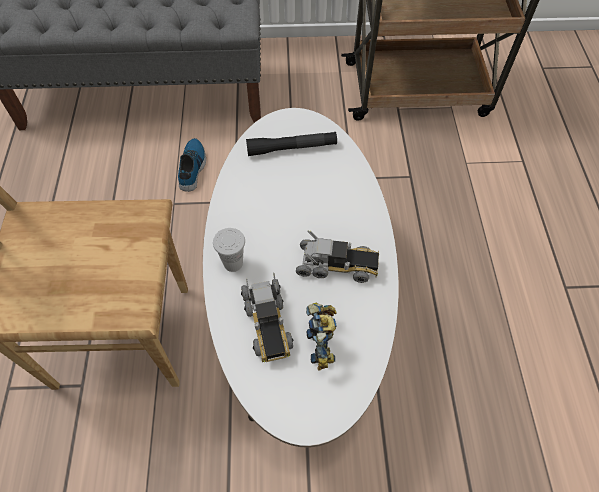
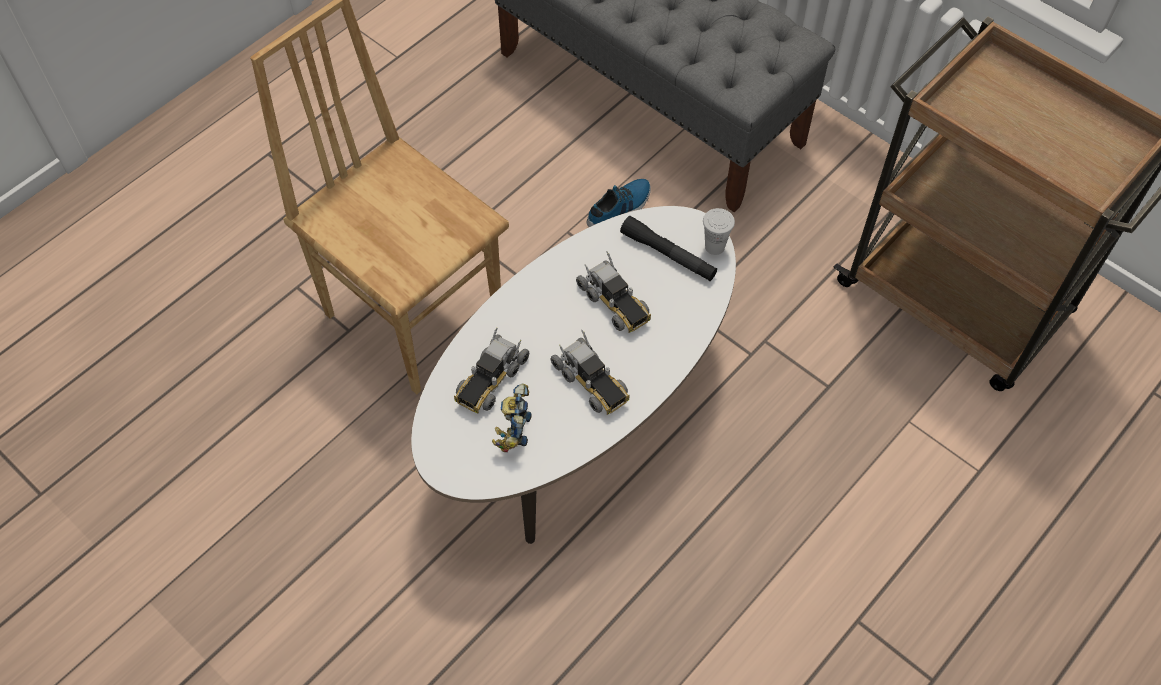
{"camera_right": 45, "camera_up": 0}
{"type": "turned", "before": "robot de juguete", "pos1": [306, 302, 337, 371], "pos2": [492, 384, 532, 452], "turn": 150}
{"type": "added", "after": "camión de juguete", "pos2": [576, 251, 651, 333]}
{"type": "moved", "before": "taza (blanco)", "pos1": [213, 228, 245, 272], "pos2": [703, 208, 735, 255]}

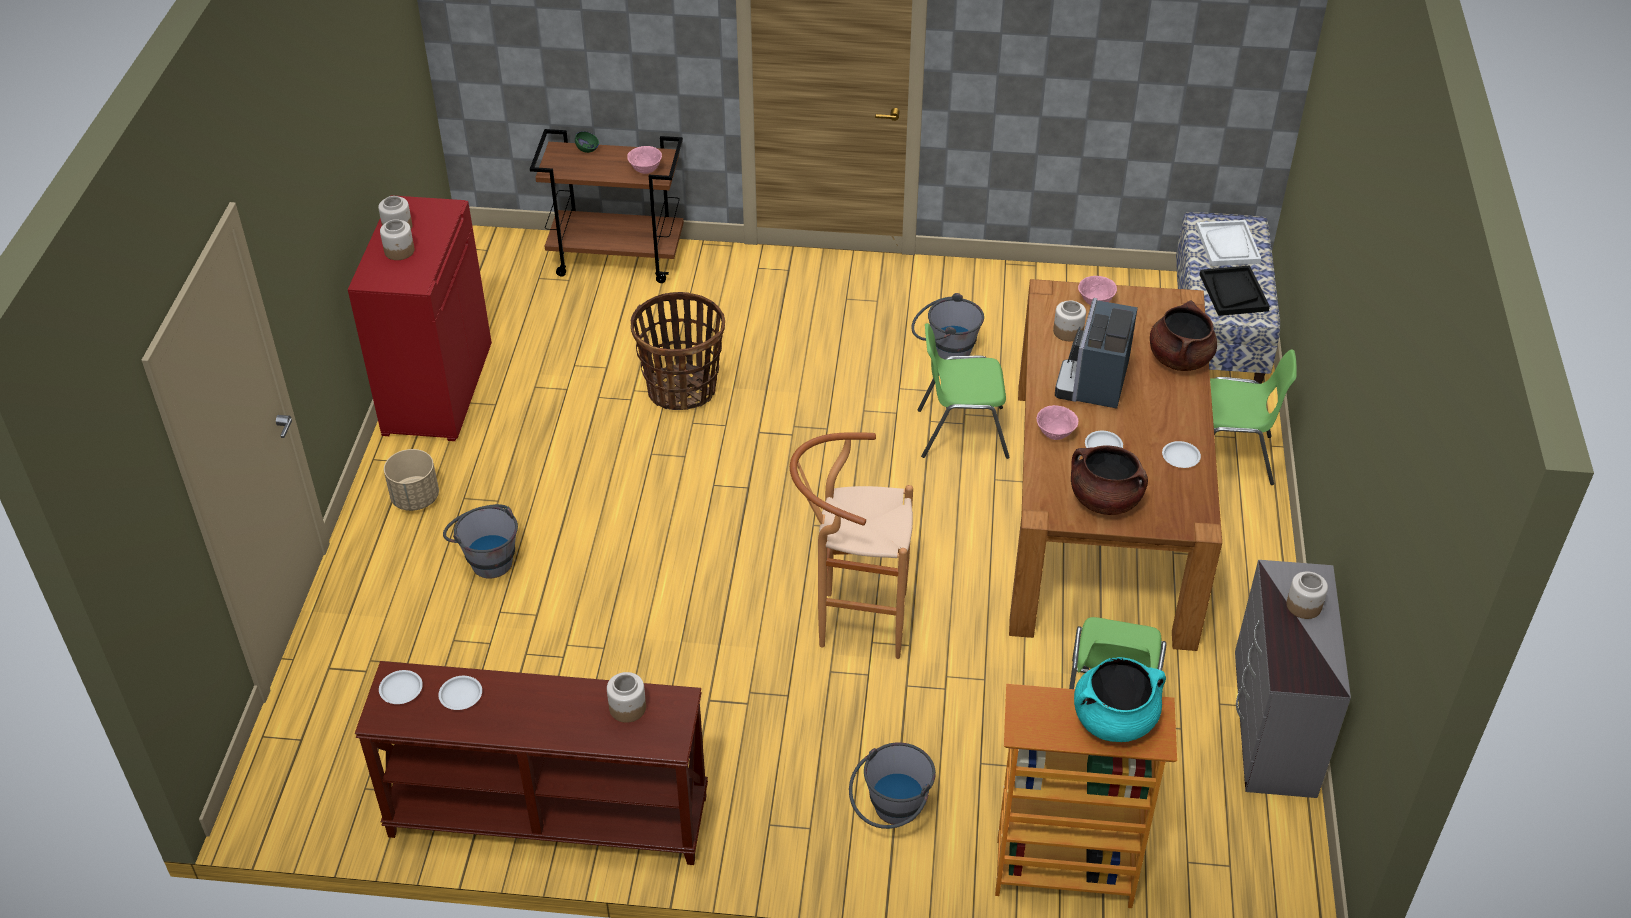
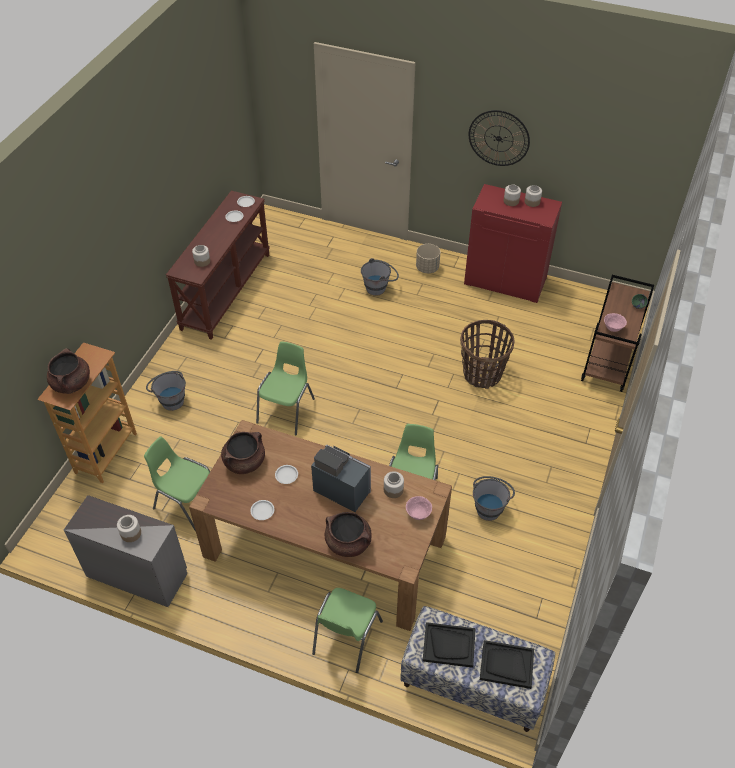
{"camera_right": 105, "camera_up": 5}
{"type": "recoloured", "before": "olla (turquesa)", "after": "olla (marrón)", "pos1": [1074, 657, 1166, 742], "pos2": [47, 348, 90, 394]}
{"type": "replaced", "before": "taburete (marrón)", "after": "silla (verde)", "pos1": [790, 432, 913, 659], "pos2": [256, 341, 315, 436]}
{"type": "added", "after": "reloj de pared", "pos2": [469, 110, 530, 166]}
{"type": "recoloured", "before": "bandeja (blanco)", "after": "bandeja (negro)", "pos1": [1196, 220, 1261, 266], "pos2": [480, 640, 534, 689]}
{"type": "removed", "before": "cuenco (rosa)", "pos1": [1037, 405, 1078, 440]}

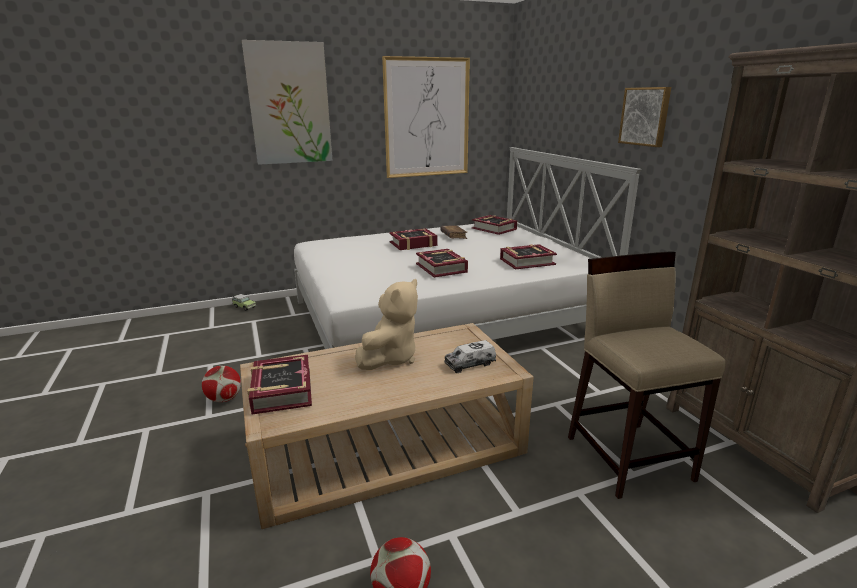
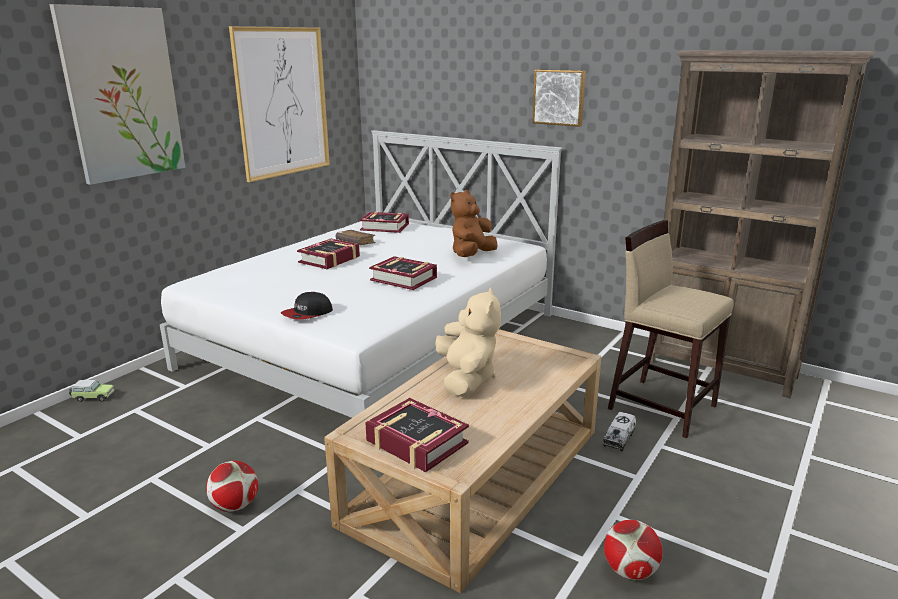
{"camera_right": -35, "camera_up": 0}
{"type": "added", "after": "gorra", "pos2": [281, 292, 333, 320]}
{"type": "replaced", "before": "libro", "after": "peluche (marrón)", "pos1": [500, 244, 557, 269], "pos2": [450, 190, 497, 257]}
{"type": "moved", "before": "camión de juguete", "pos1": [444, 340, 496, 373], "pos2": [603, 412, 636, 451]}

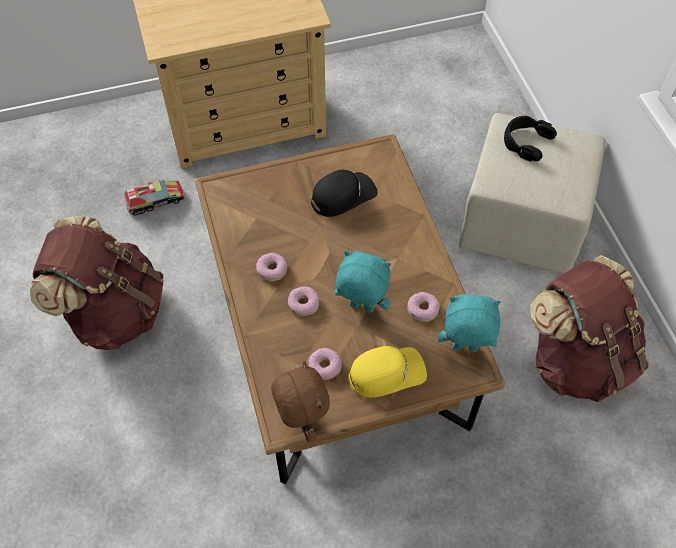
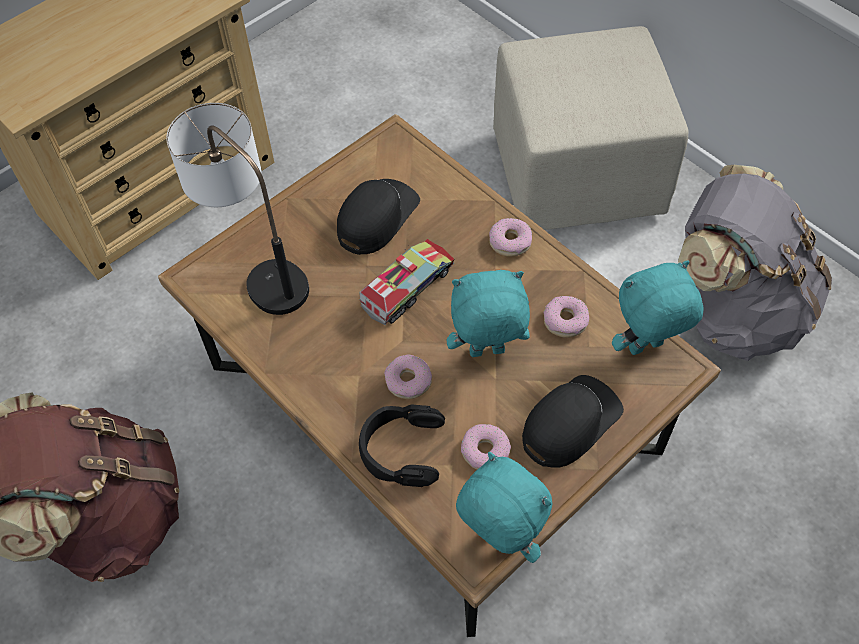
{"camera_right": -25, "camera_up": 0}
{"type": "added", "after": "lámpara de mesa", "pos2": [166, 103, 309, 315]}
{"type": "moved", "before": "camión de juguete", "pos1": [124, 180, 185, 215], "pos2": [359, 239, 454, 325]}
{"type": "moved", "before": "auriculares (negro)", "pos1": [504, 116, 557, 162], "pos2": [359, 404, 445, 487]}
{"type": "recoloured", "before": "peluche (marrón)", "after": "peluche (turquesa)", "pos1": [271, 361, 330, 443], "pos2": [456, 452, 552, 563]}
{"type": "moved", "before": "rosquilla", "pos1": [256, 253, 288, 281], "pos2": [489, 218, 532, 257]}
{"type": "recoloured", "before": "gorra (amarillo)", "after": "gorra (negro)", "pos1": [348, 346, 427, 398], "pos2": [522, 375, 624, 468]}
{"type": "recoloured", "before": "mochila (marrón)", "after": "mochila (gris)", "pos1": [530, 255, 649, 402], "pos2": [678, 165, 832, 361]}

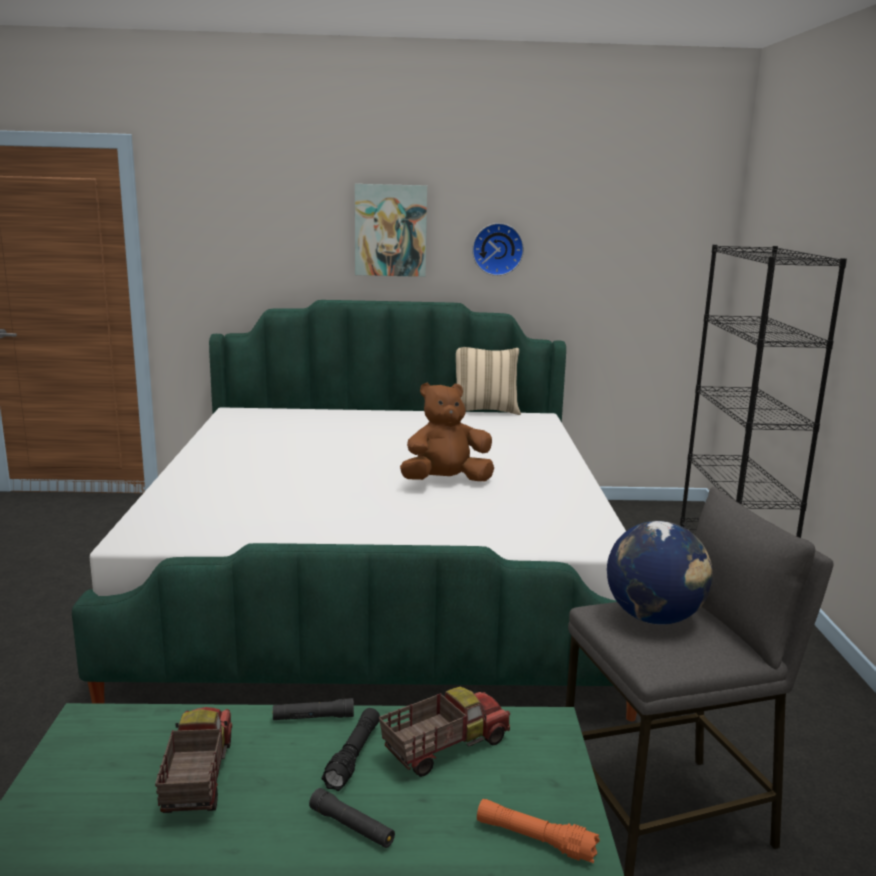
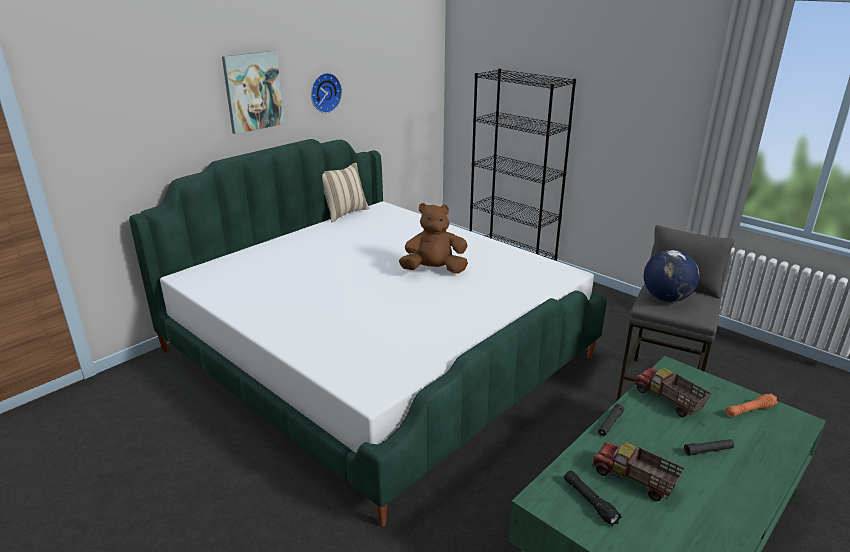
{"camera_right": -45, "camera_up": 10}
{"type": "turned", "before": "peluche (marrón)", "pos1": [400, 383, 494, 482], "pos2": [399, 203, 468, 274], "turn": 60}
{"type": "moved", "before": "linterna (negro)", "pos1": [321, 708, 380, 791], "pos2": [564, 470, 622, 527]}
{"type": "turned", "before": "camión de juguete", "pos1": [379, 687, 510, 777], "pos2": [634, 368, 711, 417], "turn": -45}

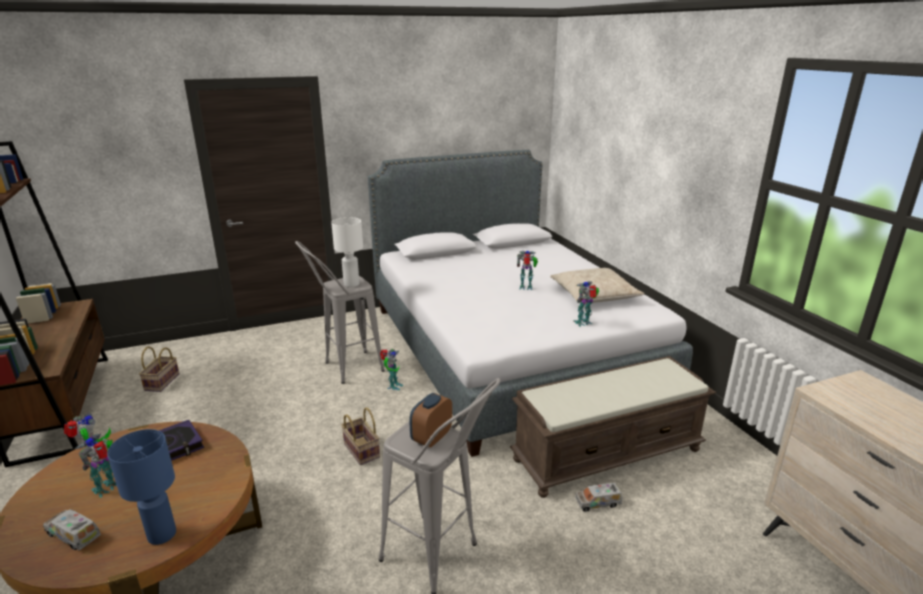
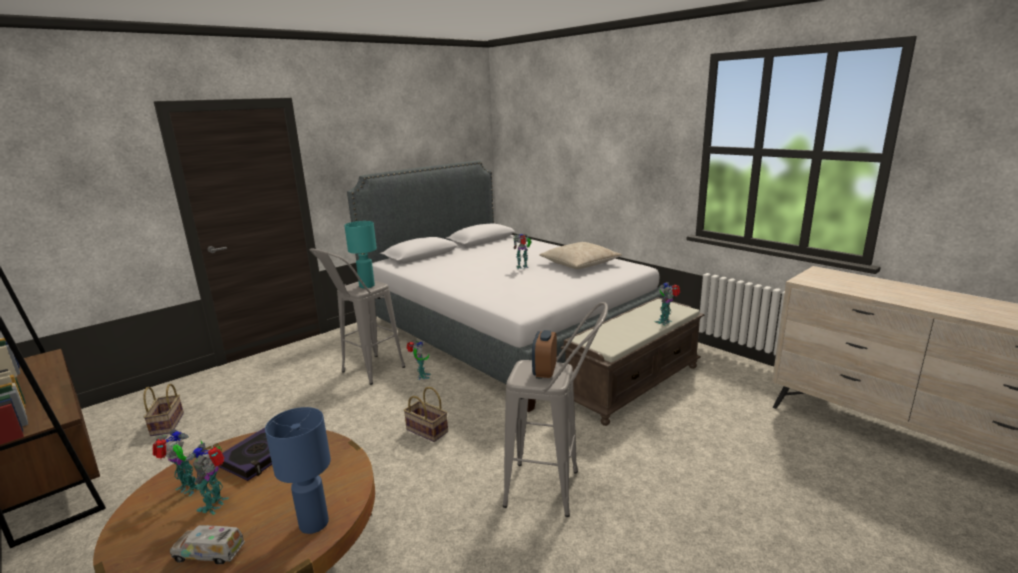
{"camera_right": -20, "camera_up": -5}
{"type": "recoloured", "before": "lámpara de mesa (blanco)", "after": "lámpara de mesa (turquesa)", "pos1": [331, 217, 363, 287], "pos2": [344, 221, 377, 288]}
{"type": "moved", "before": "robot de juguete", "pos1": [574, 281, 599, 327], "pos2": [654, 282, 680, 326]}
{"type": "removed", "before": "camión de juguete", "pos1": [575, 483, 622, 512]}

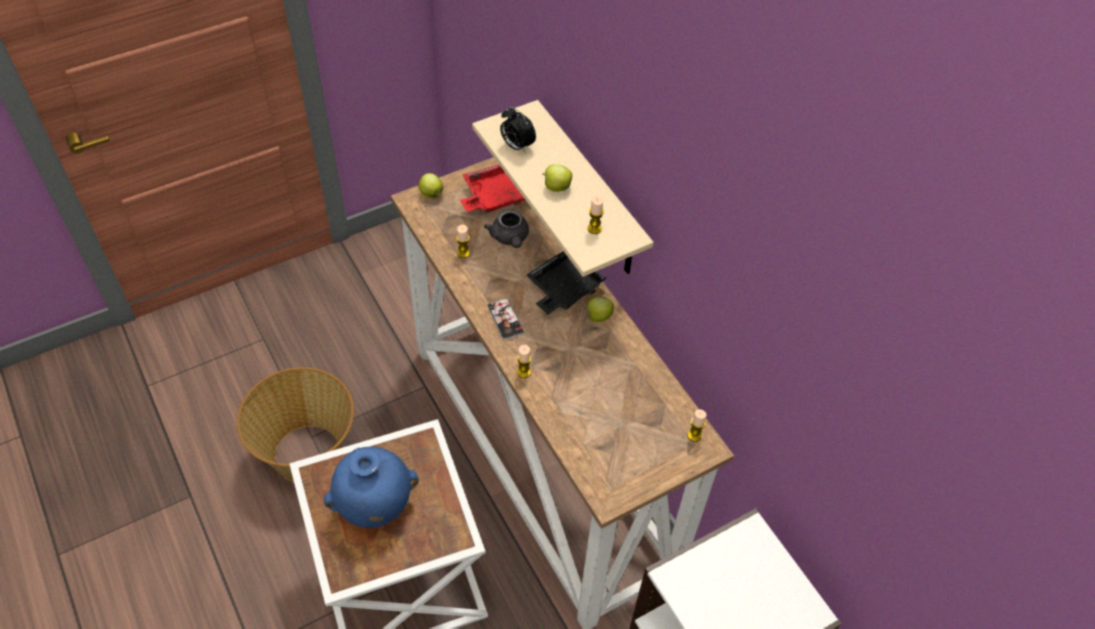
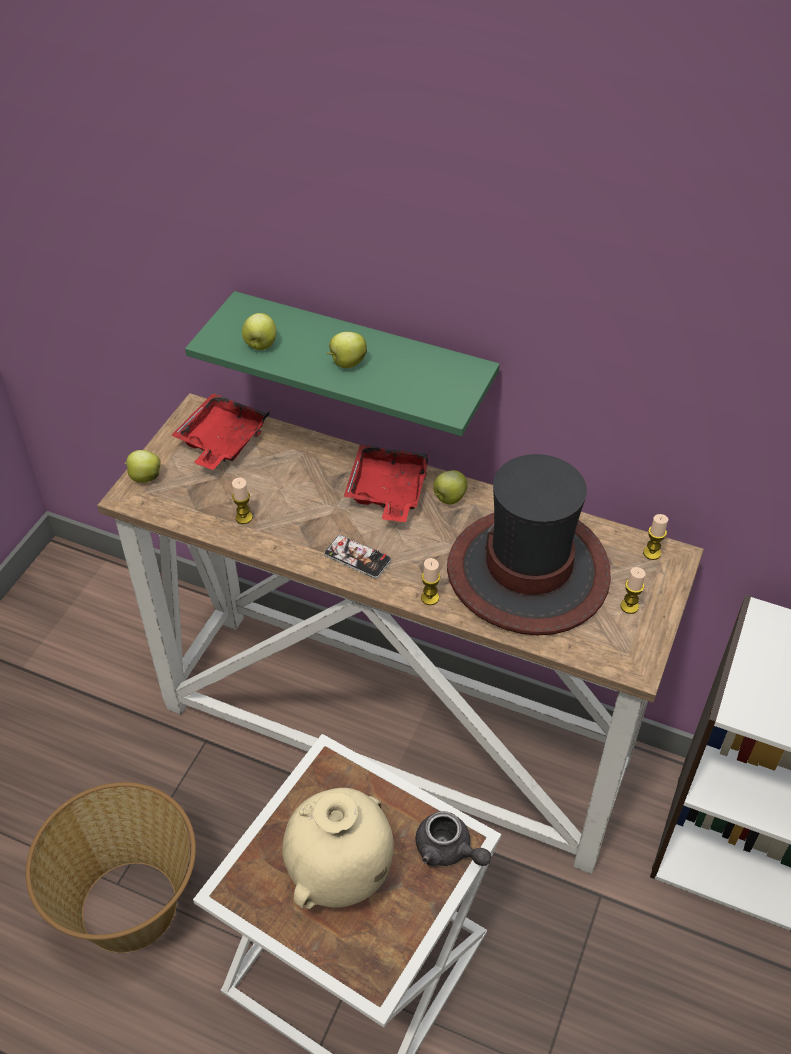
{"camera_right": -35, "camera_up": -5}
{"type": "recoloured", "before": "estante (beis)", "after": "estante (verde)", "pos1": [472, 100, 653, 277], "pos2": [185, 291, 500, 436]}
{"type": "replaced", "before": "despertador", "after": "manzana", "pos1": [500, 107, 536, 153], "pos2": [242, 313, 276, 350]}
{"type": "recoloured", "before": "florero (azul)", "after": "florero (beis)", "pos1": [324, 447, 419, 528], "pos2": [282, 788, 394, 909]}
{"type": "recoloured", "before": "bandeja (negro)", "after": "bandeja (rojo)", "pos1": [526, 251, 607, 315], "pos2": [344, 444, 430, 522]}
{"type": "moved", "before": "tetera (gris)", "pos1": [484, 209, 529, 248], "pos2": [416, 811, 491, 866]}
{"type": "added", "after": "sombrero", "pos2": [447, 454, 611, 635]}
{"type": "moved", "before": "vela", "pos1": [588, 196, 604, 234], "pos2": [621, 567, 646, 614]}

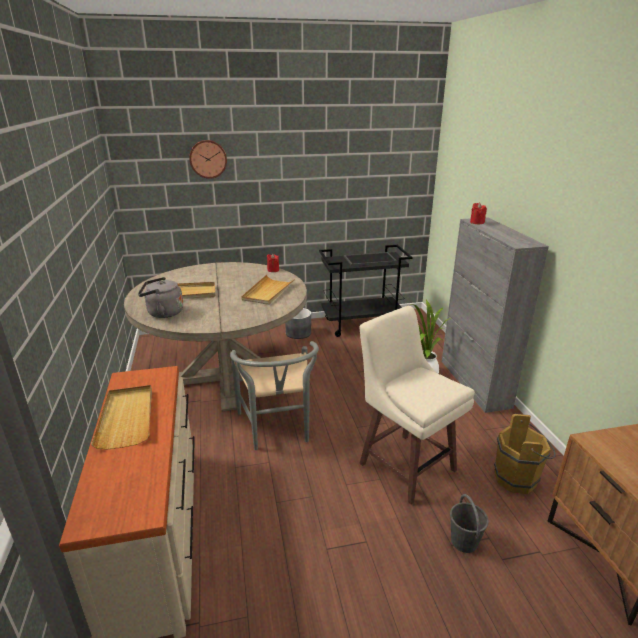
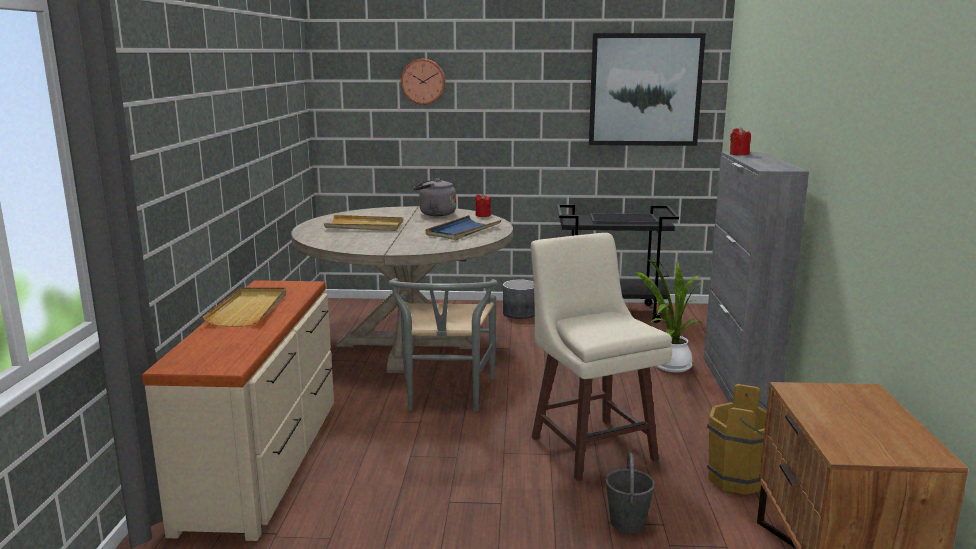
{"camera_right": 15, "camera_up": -10}
{"type": "moved", "before": "hervidor (gris)", "pos1": [138, 277, 183, 318], "pos2": [414, 178, 456, 216]}
{"type": "recoloured", "before": "bandeja (beis)", "after": "bandeja (azul)", "pos1": [241, 275, 295, 305], "pos2": [426, 215, 501, 240]}
{"type": "added", "after": "cuadro", "pos2": [589, 33, 706, 146]}

